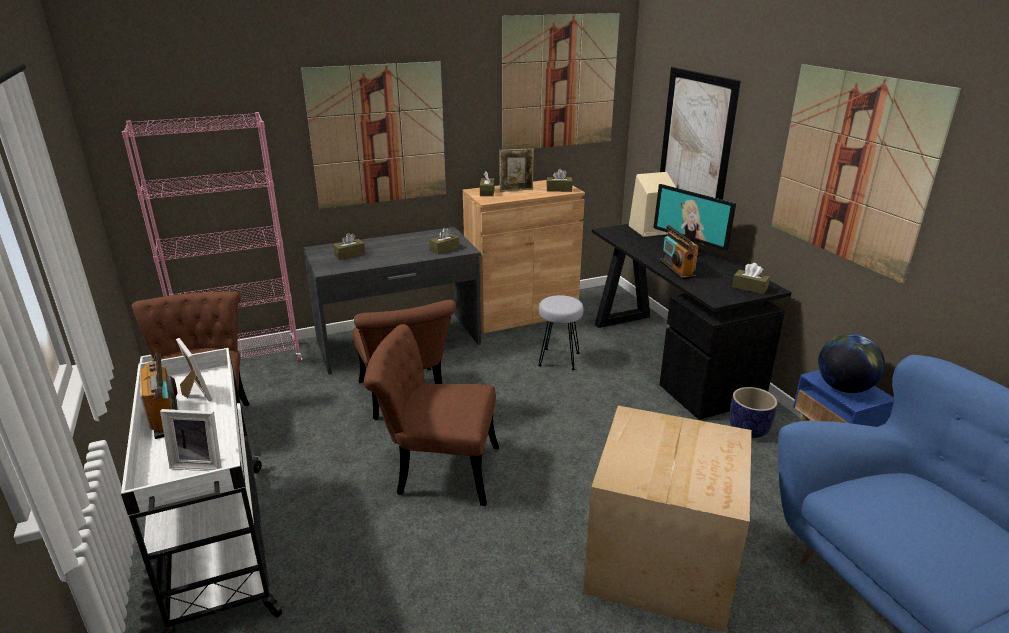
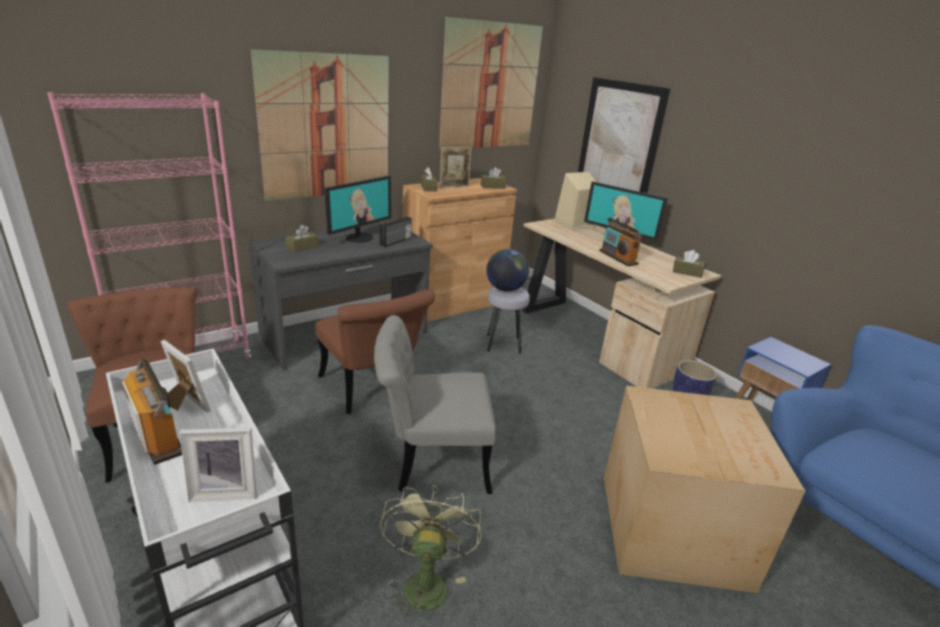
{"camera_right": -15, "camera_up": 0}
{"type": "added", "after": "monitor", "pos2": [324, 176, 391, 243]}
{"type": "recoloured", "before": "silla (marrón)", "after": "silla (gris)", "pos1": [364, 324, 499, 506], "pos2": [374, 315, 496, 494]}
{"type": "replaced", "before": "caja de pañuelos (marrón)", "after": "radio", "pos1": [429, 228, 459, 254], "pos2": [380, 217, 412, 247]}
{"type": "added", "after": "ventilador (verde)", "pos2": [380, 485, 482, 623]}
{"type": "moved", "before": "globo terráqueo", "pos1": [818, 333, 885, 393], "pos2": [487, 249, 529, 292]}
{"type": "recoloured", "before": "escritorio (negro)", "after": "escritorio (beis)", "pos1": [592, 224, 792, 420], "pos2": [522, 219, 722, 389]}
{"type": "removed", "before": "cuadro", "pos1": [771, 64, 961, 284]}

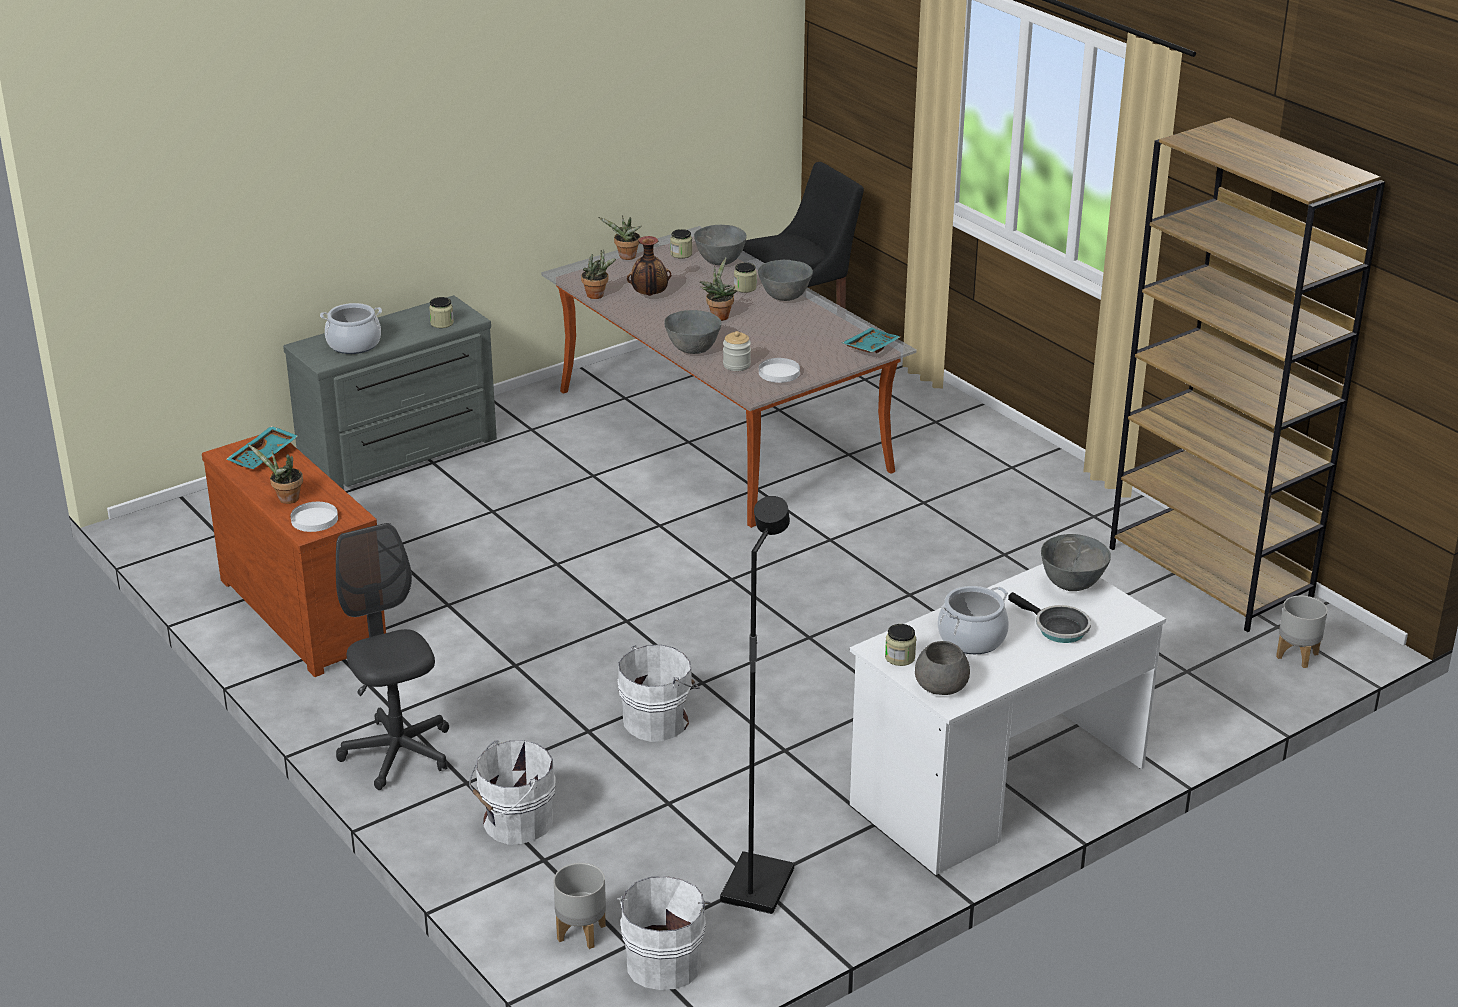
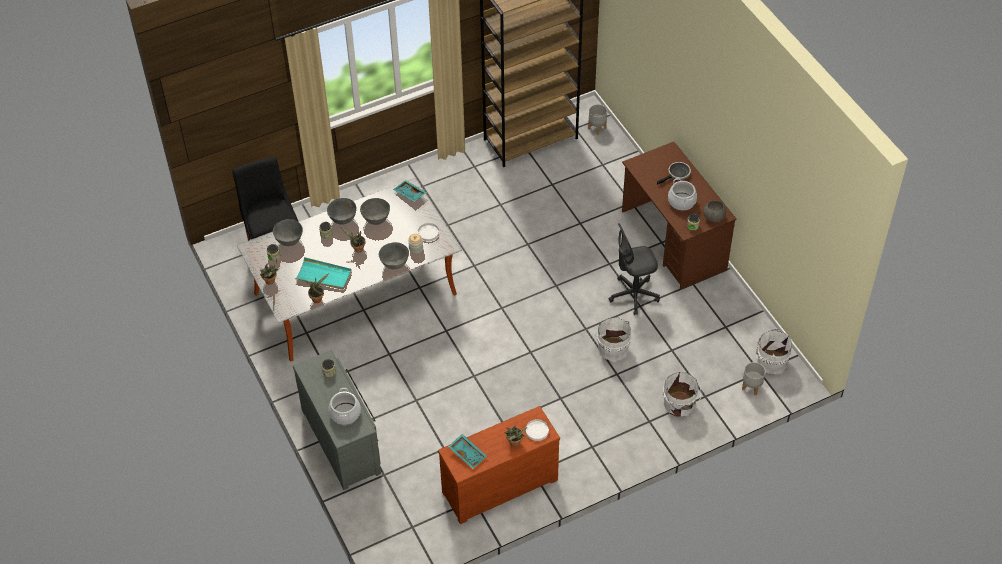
{"camera_right": -80, "camera_up": 20}
{"type": "replaced", "before": "florero", "after": "bandeja (turquesa)", "pos1": [627, 236, 671, 296], "pos2": [294, 257, 352, 290]}
{"type": "moved", "before": "cuenco (gris)", "pos1": [1041, 534, 1111, 591], "pos2": [360, 198, 390, 225]}
{"type": "moved", "before": "silla de oficina (gris)", "pos1": [336, 523, 449, 790], "pos2": [609, 223, 660, 315]}
{"type": "recoloured", "before": "escritorio (blanco)", "after": "escritorio (marrón)", "pos1": [850, 564, 1166, 875], "pos2": [622, 142, 736, 290]}
{"type": "removed", "before": "lámpara de pie (negro)", "pos1": [720, 496, 794, 914]}

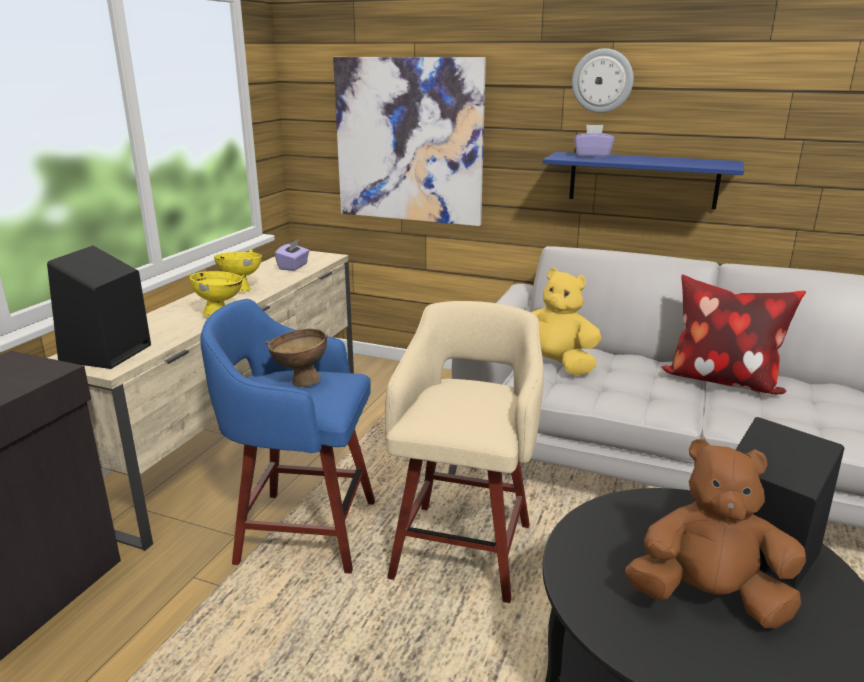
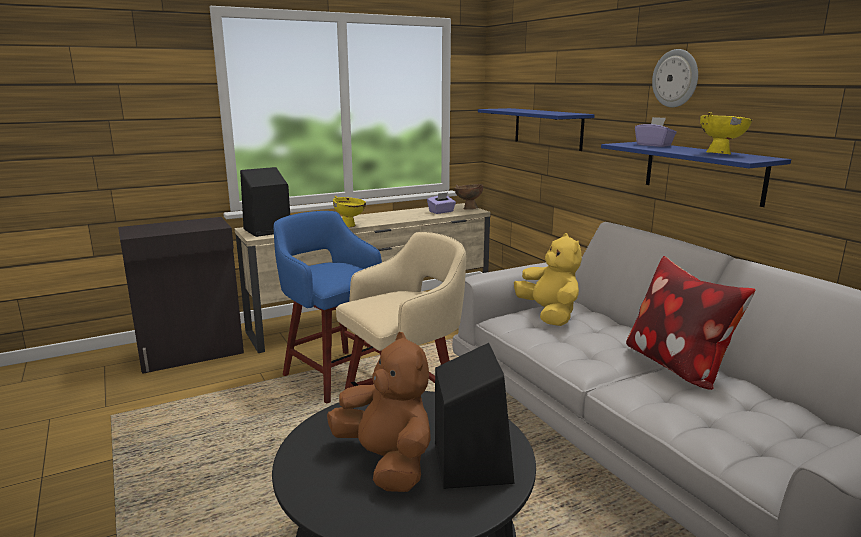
{"camera_right": 40, "camera_up": -5}
{"type": "moved", "before": "cuenco (marrón)", "pos1": [266, 329, 328, 387], "pos2": [454, 184, 483, 210]}
{"type": "replaced", "before": "cuadro", "after": "estante (azul)", "pos1": [333, 57, 486, 226], "pos2": [478, 108, 595, 151]}
{"type": "moved", "before": "cuenco (amarillo)", "pos1": [214, 249, 262, 292], "pos2": [700, 112, 752, 154]}

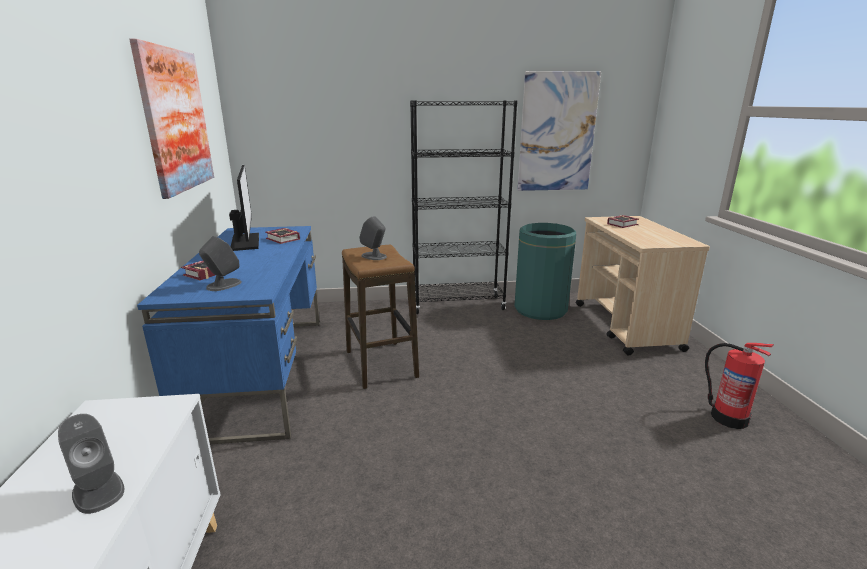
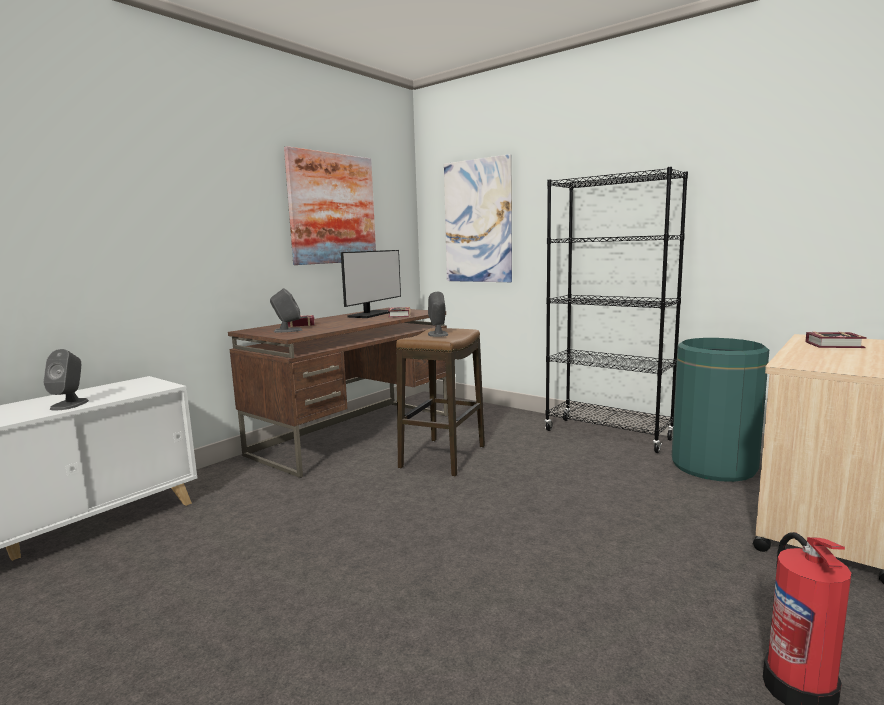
{"camera_right": 45, "camera_up": -10}
{"type": "recoloured", "before": "escritorio (azul)", "after": "escritorio (marrón)", "pos1": [137, 226, 320, 444], "pos2": [228, 308, 448, 478]}
{"type": "moved", "before": "cuadro", "pos1": [518, 71, 601, 191], "pos2": [444, 154, 512, 282]}

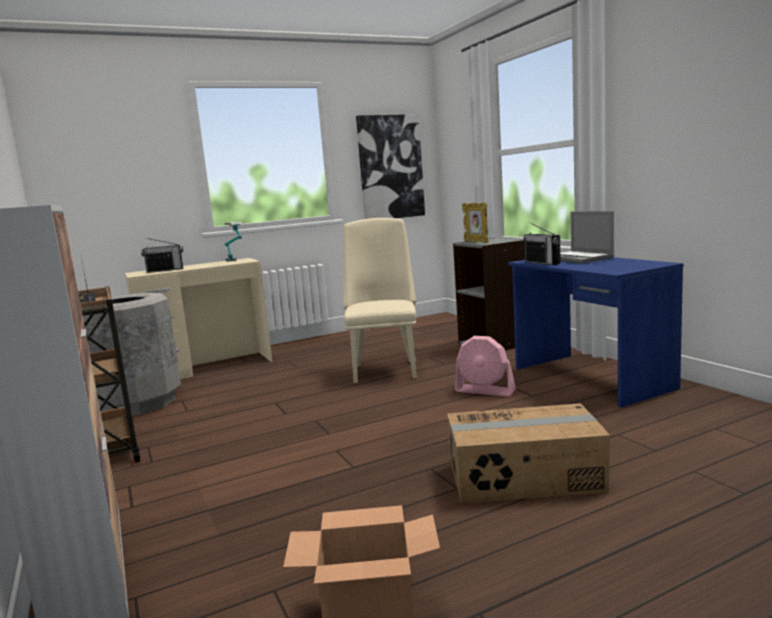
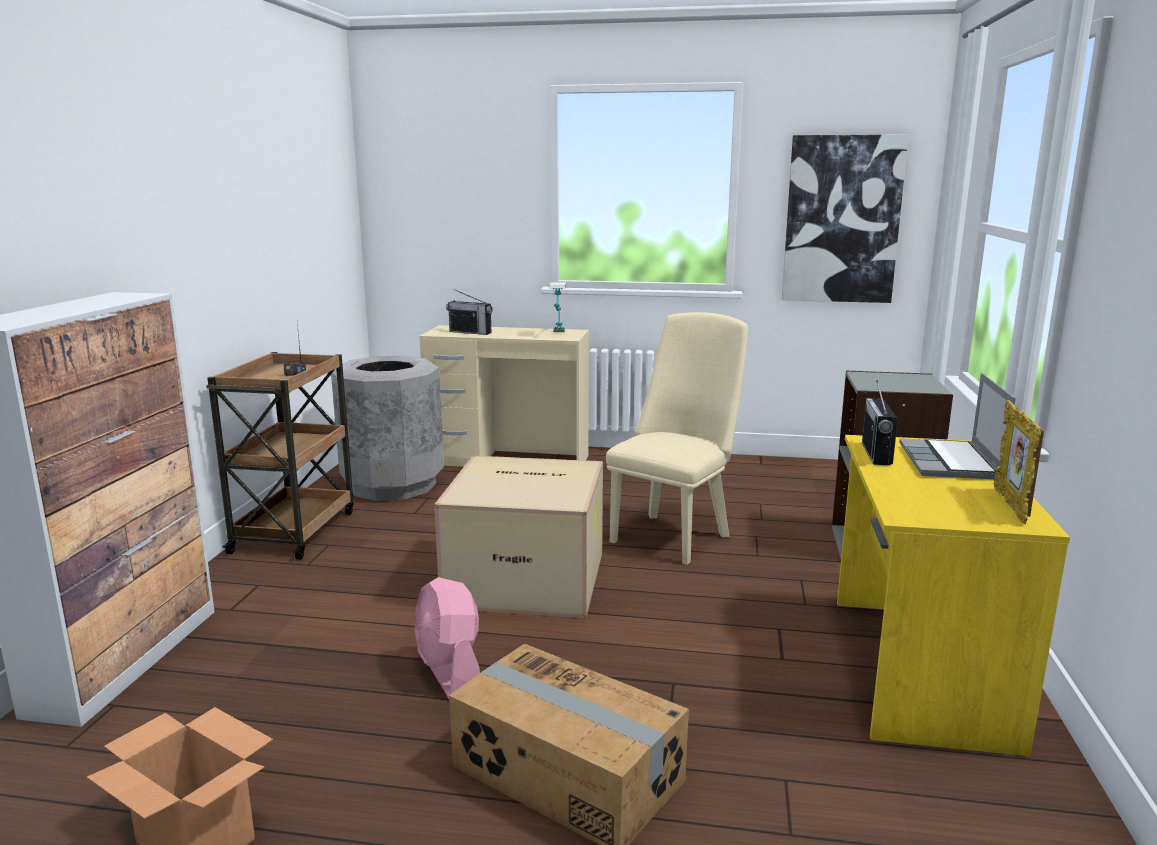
{"camera_right": 35, "camera_up": 5}
{"type": "moved", "before": "ventilador (rosa)", "pos1": [455, 336, 516, 397], "pos2": [415, 577, 480, 699]}
{"type": "added", "after": "caja de cartón", "pos2": [434, 456, 603, 618]}
{"type": "recoloured", "before": "escritorio (azul)", "after": "escritorio (amarillo)", "pos1": [508, 257, 684, 407], "pos2": [837, 435, 1070, 756]}
{"type": "moved", "before": "portarretratos", "pos1": [462, 202, 488, 243], "pos2": [994, 400, 1044, 524]}

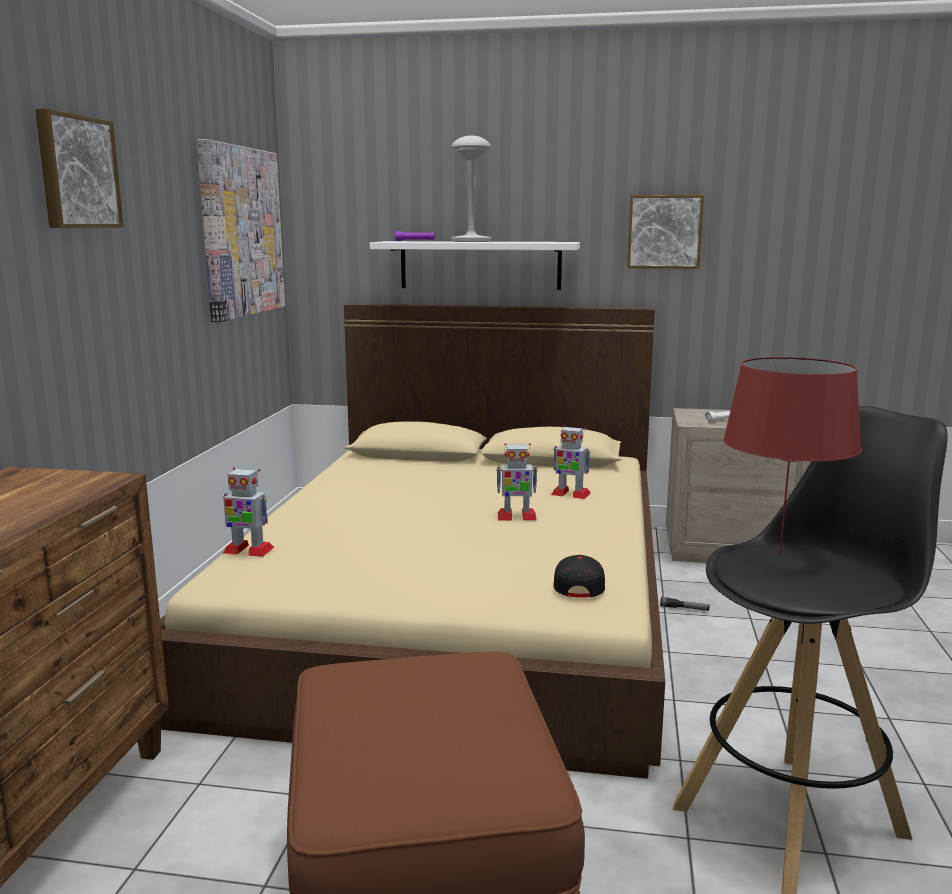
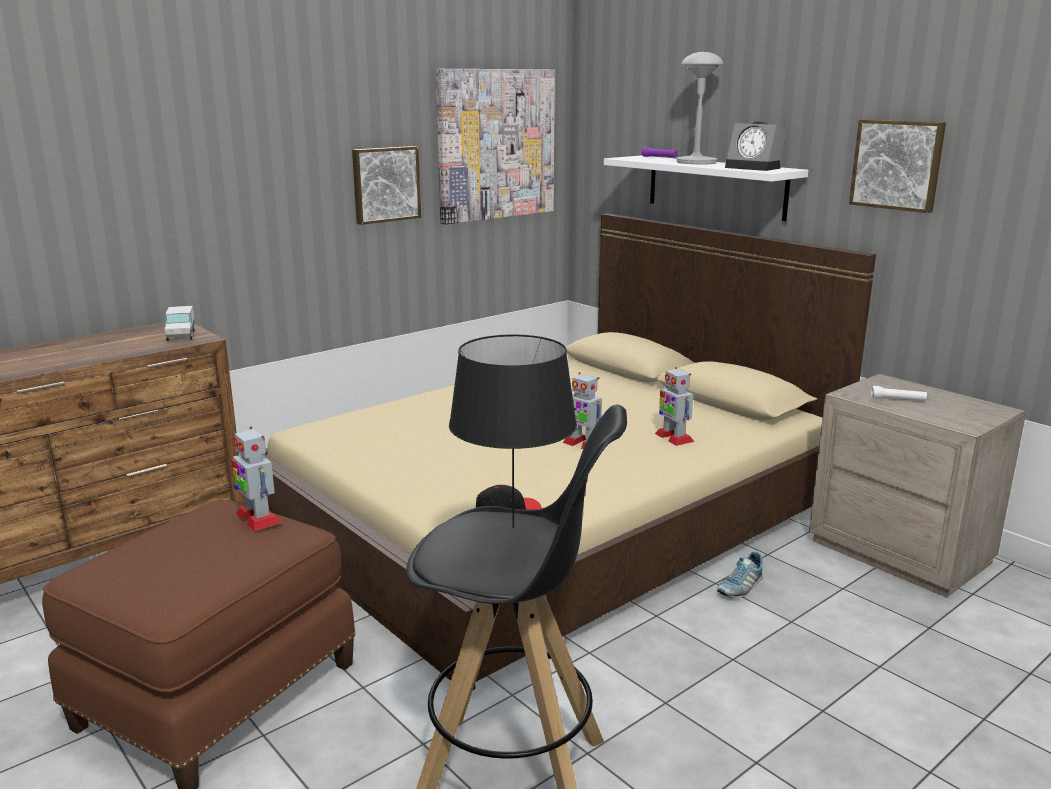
{"camera_right": 40, "camera_up": 5}
{"type": "added", "after": "camión de juguete", "pos2": [165, 306, 195, 341]}
{"type": "moved", "before": "robot de juguete", "pos1": [223, 467, 274, 557], "pos2": [231, 427, 282, 531]}
{"type": "moved", "before": "cuadro", "pos1": [35, 109, 124, 228], "pos2": [352, 146, 421, 225]}
{"type": "recoloured", "before": "lámpara de mesa (rojo)", "after": "lámpara de mesa (negro)", "pos1": [723, 357, 862, 555], "pos2": [449, 335, 577, 528]}
{"type": "replaced", "before": "linterna", "after": "zapato", "pos1": [660, 597, 709, 611], "pos2": [717, 551, 763, 598]}
{"type": "added", "after": "despertador", "pos2": [725, 121, 786, 171]}

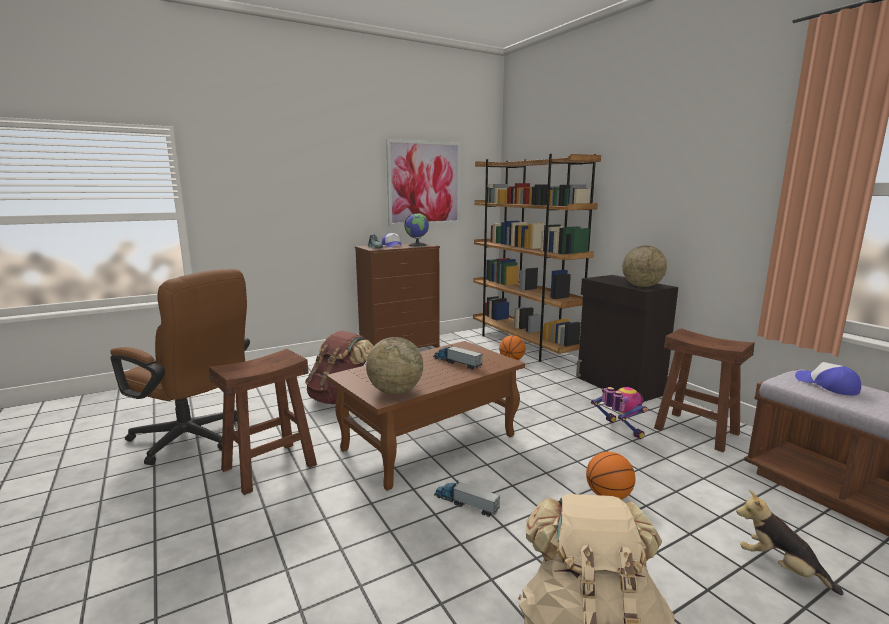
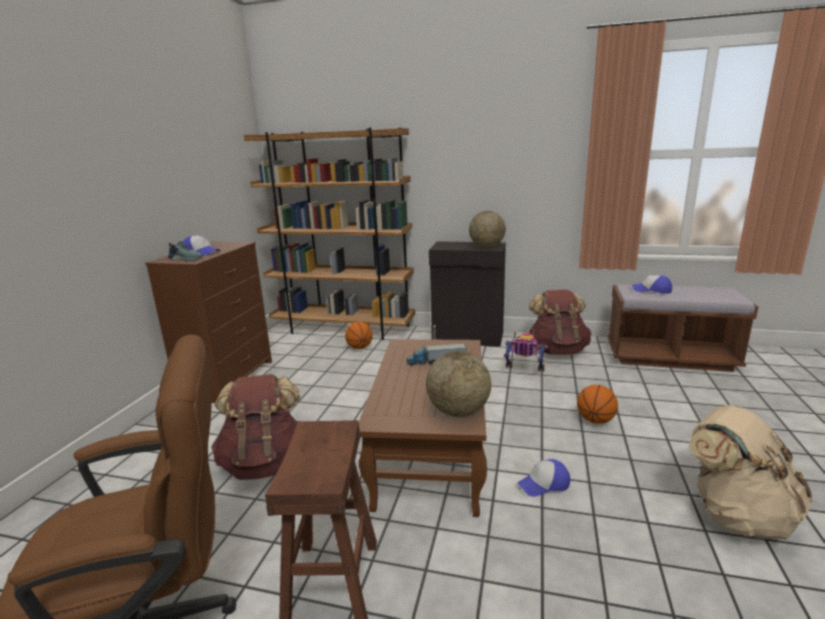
{"camera_right": -45, "camera_up": 5}
{"type": "replaced", "before": "camión de juguete", "after": "gorra", "pos1": [434, 480, 500, 517], "pos2": [517, 459, 570, 497]}
{"type": "replaced", "before": "taburete (marrón)", "after": "mochila (marrón)", "pos1": [654, 328, 755, 452], "pos2": [528, 290, 591, 355]}
{"type": "removed", "before": "cuadro", "pos1": [386, 139, 461, 226]}
{"type": "removed", "before": "globo terráqueo", "pos1": [404, 213, 429, 247]}
{"type": "removed", "before": "peluche", "pos1": [736, 490, 844, 595]}

